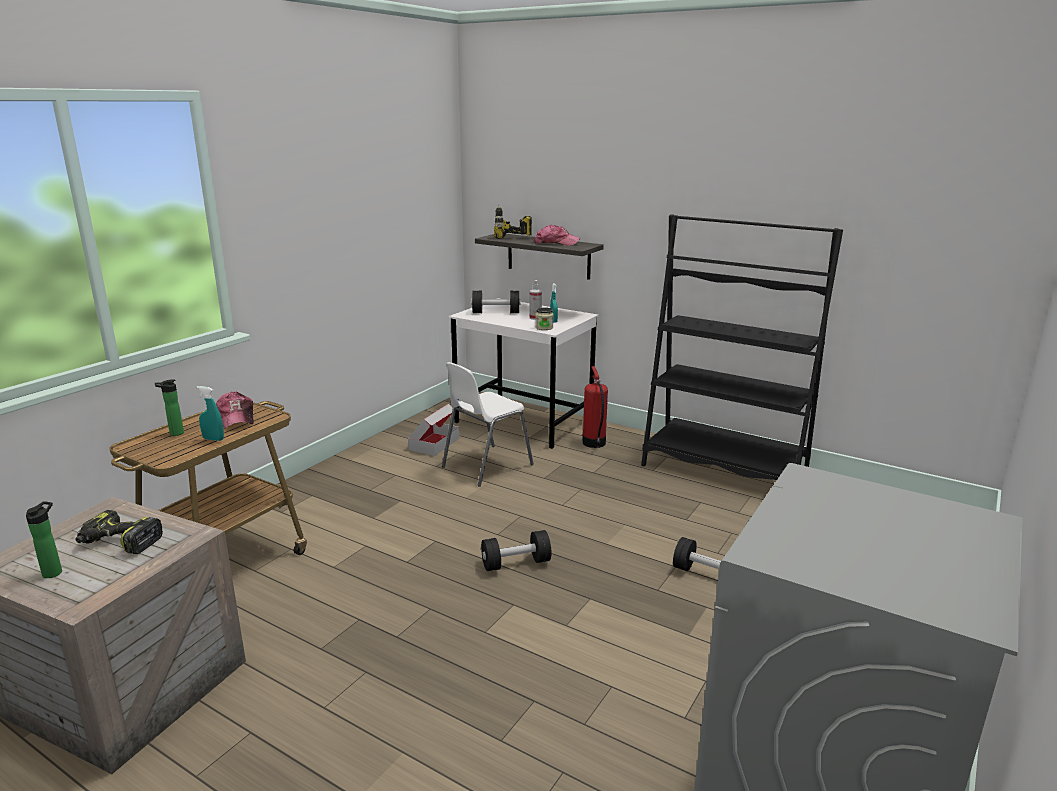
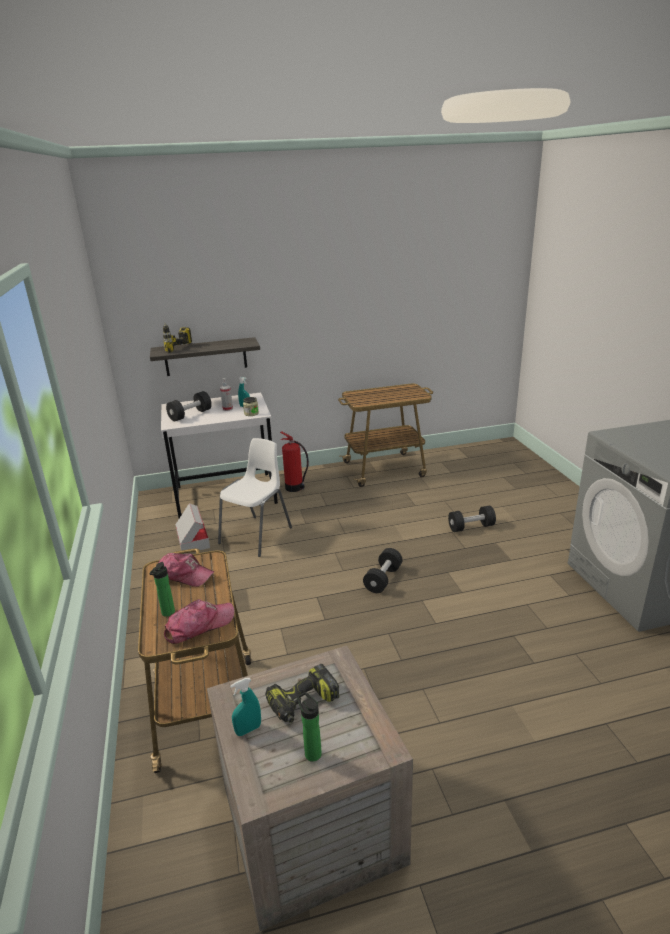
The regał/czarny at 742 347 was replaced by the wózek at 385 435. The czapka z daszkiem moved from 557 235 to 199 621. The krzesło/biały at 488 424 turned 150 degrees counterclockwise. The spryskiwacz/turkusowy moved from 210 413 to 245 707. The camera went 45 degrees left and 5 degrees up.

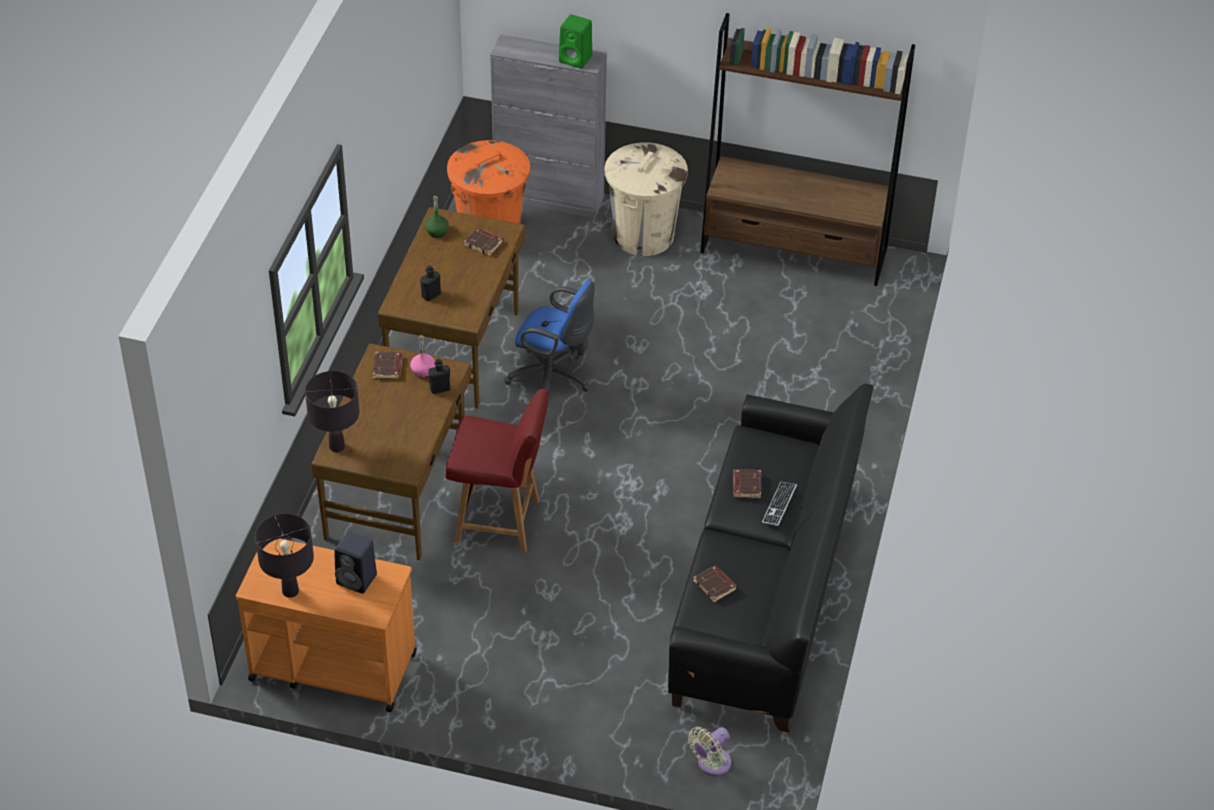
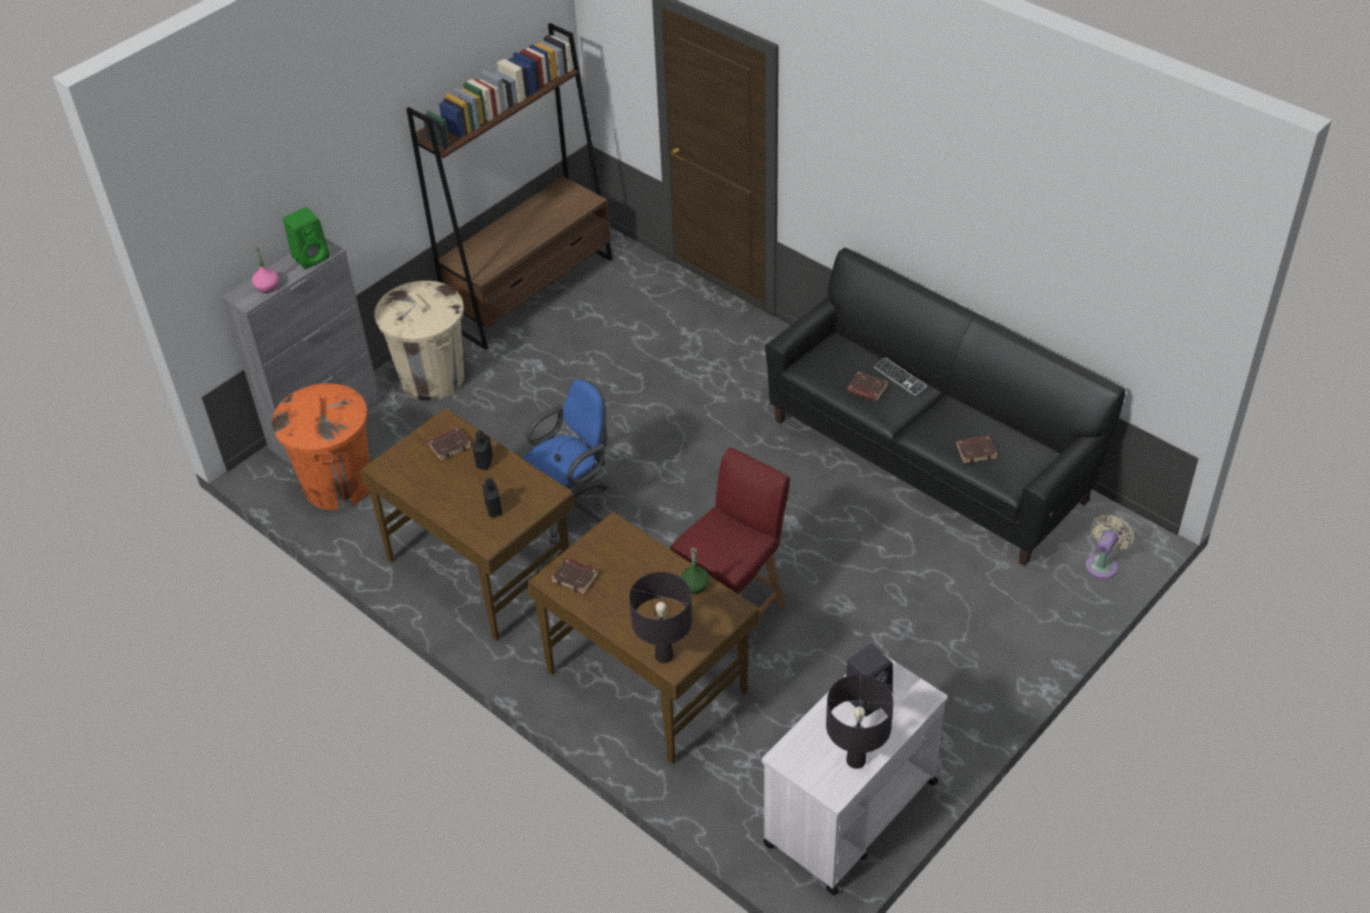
The butelka/zielony moved from 437 216 to 695 570. The butelka/różowy moved from 423 356 to 265 269. The butelka/czarny moved from 439 376 to 483 449. The wózek/pomarańczowy at 326 625 became the wózek/biały at 855 775. The wentylator/beżowy at 709 751 turned 135 degrees counterclockwise. The camera went 60 degrees left and 0 degrees up.

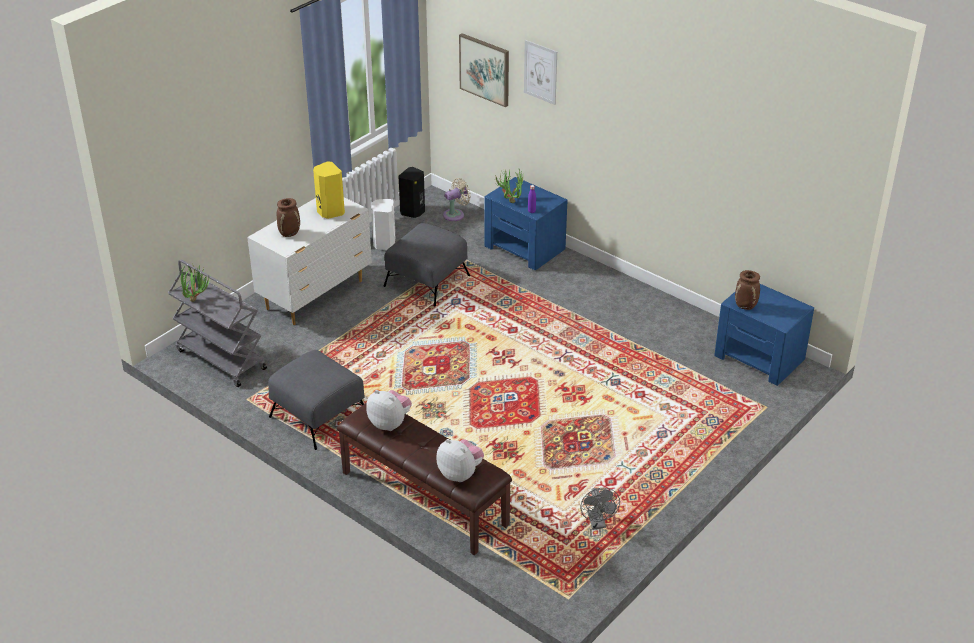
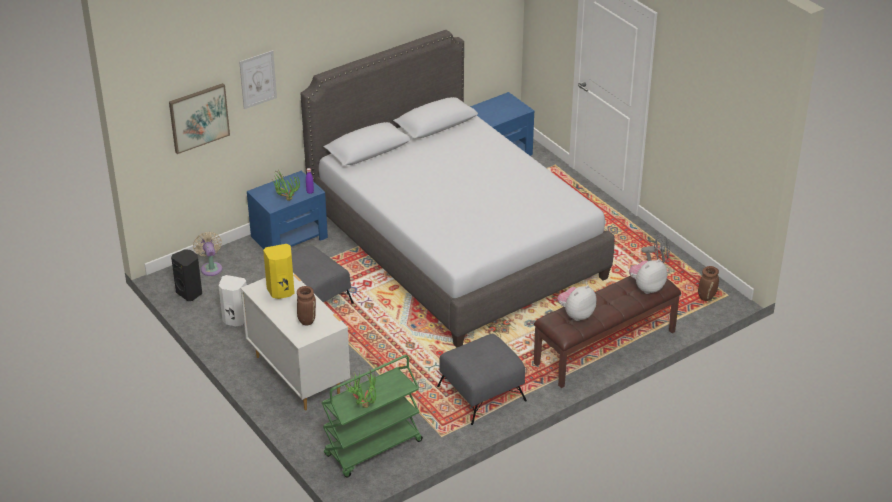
The wózek/szary at 217 323 became the wózek/zielony at 372 416. The wazon/brązowy moved from 747 290 to 708 283. The łóżko/szary at 457 188 appeared. The camera went 75 degrees left and 0 degrees up.

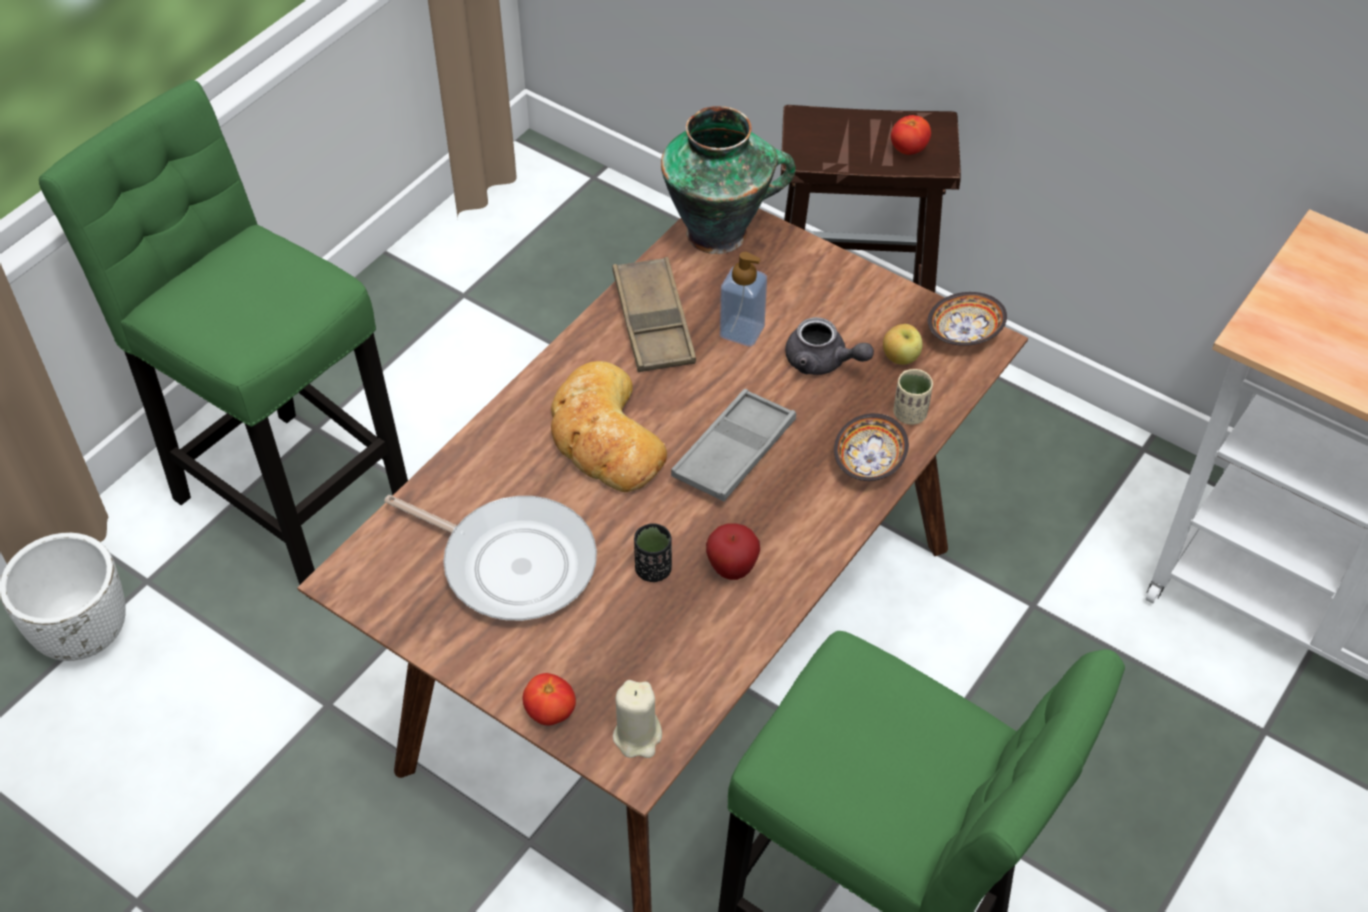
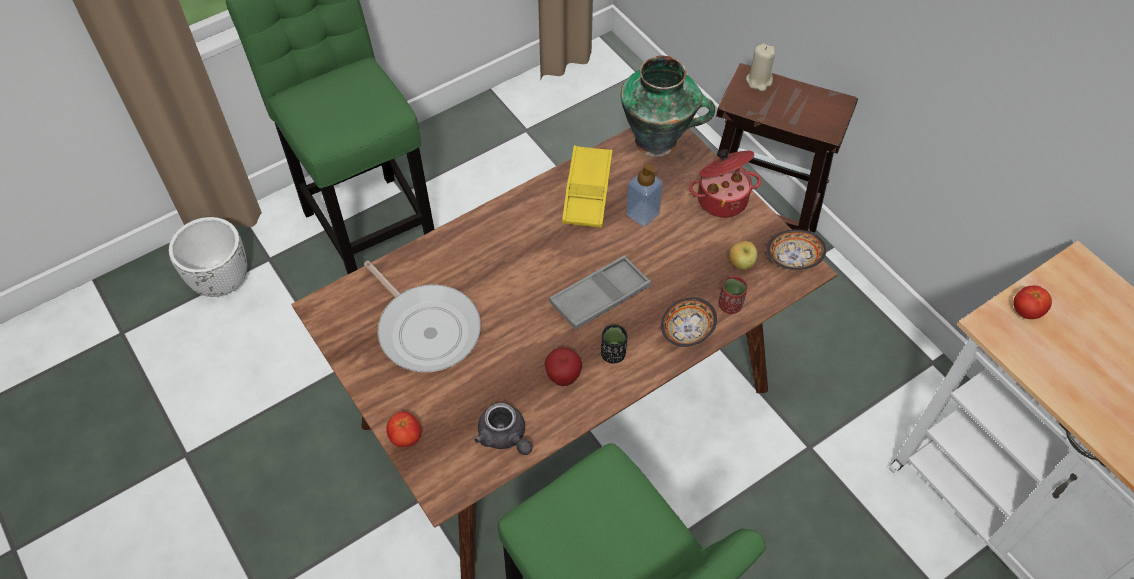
The pomidor moved from 911 135 to 1032 302. The taca/brązowy at 654 314 became the taca/żółty at 587 186. The imbryk/szary moved from 829 346 to 503 429. The chleb at 609 426 disappeared. The filiżanka/beżowy at 913 397 became the filiżanka/czerwony at 733 295. The filiżanka/czarny moved from 653 552 to 614 344. The świeca/beżowy moved from 637 719 to 760 67. The garnek at 725 183 appeared. The camera went 20 degrees right and 5 degrees up.

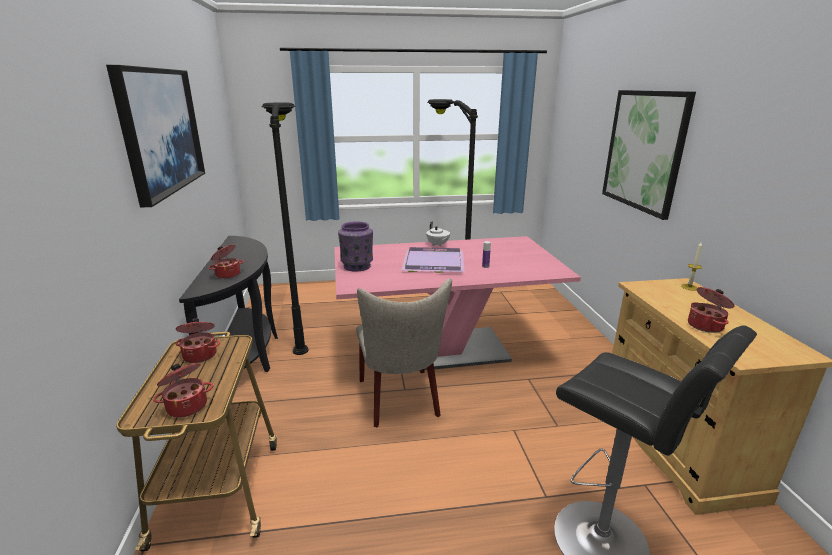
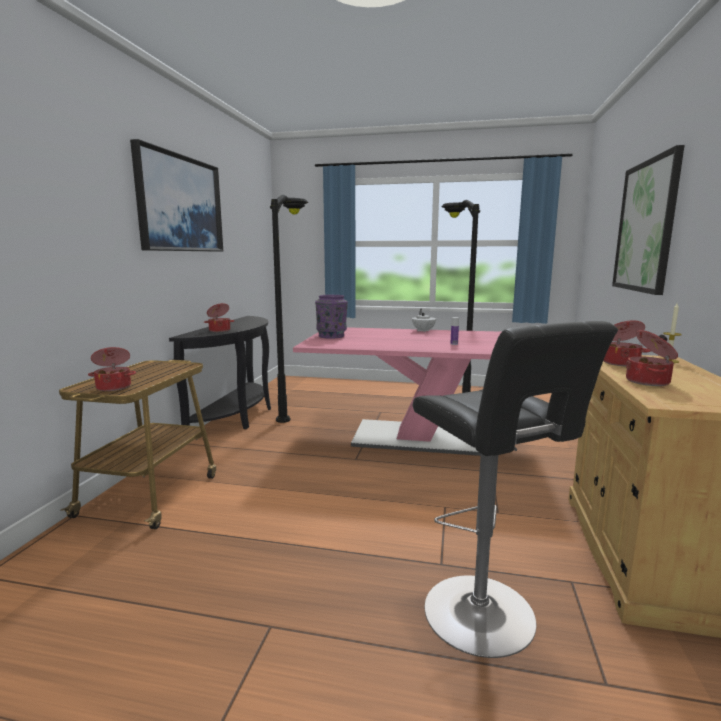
The taca/fioletowy at 433 260 disappeared. The krzesło/beżowy at 404 353 disappeared. The garnek moved from 197 340 to 626 343. The camera went 20 degrees right and 10 degrees down.

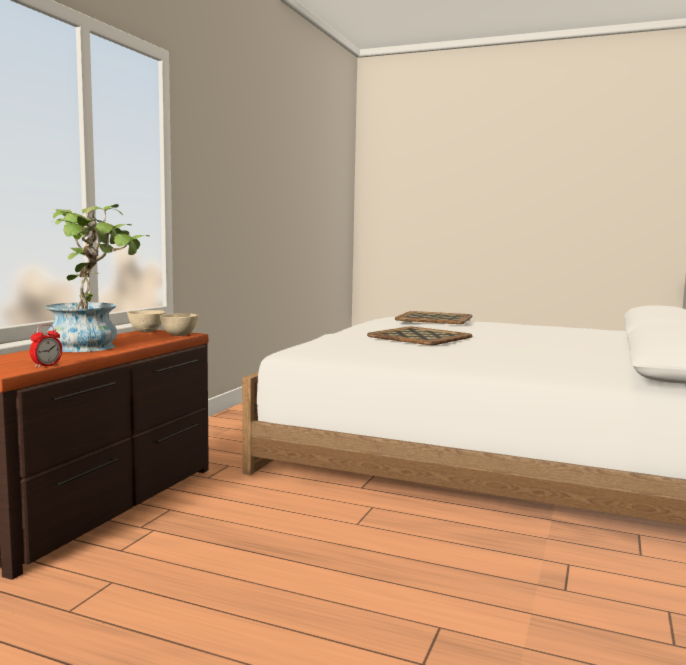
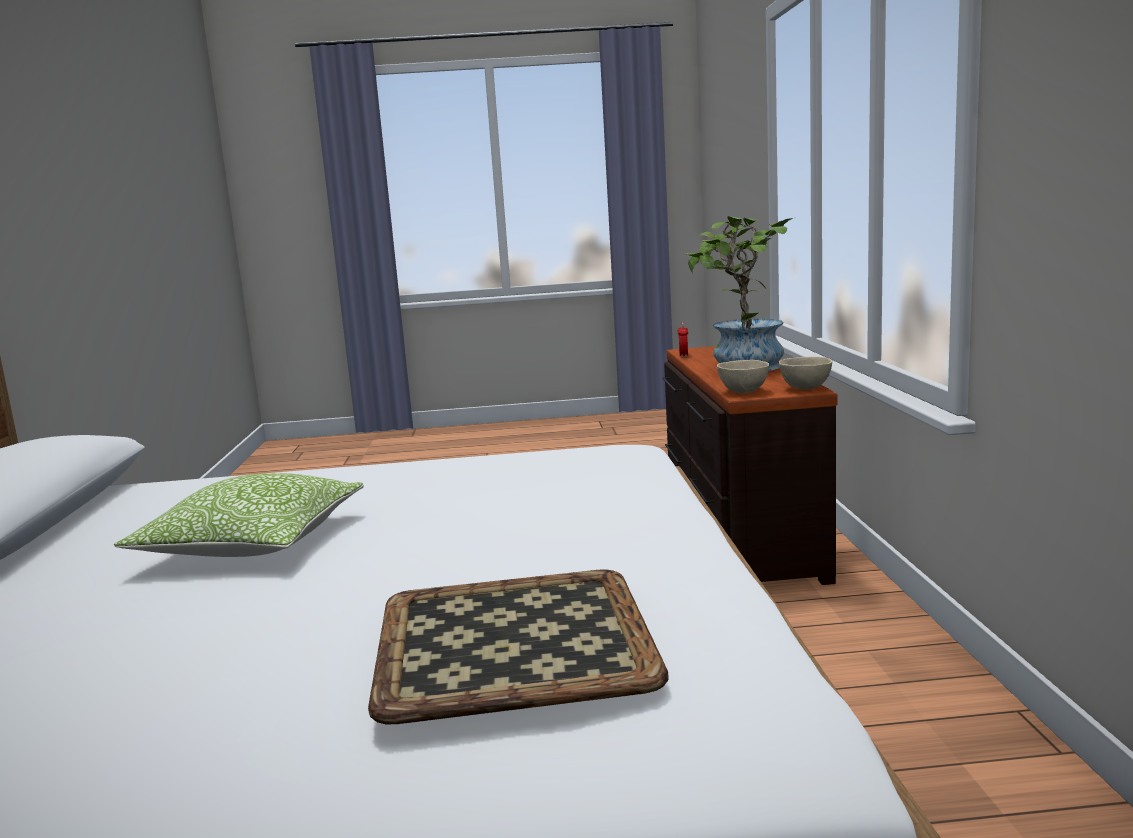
The taca at 419 336 disappeared. The poduszka at 239 515 appeared. The camera went 155 degrees right and 5 degrees up.

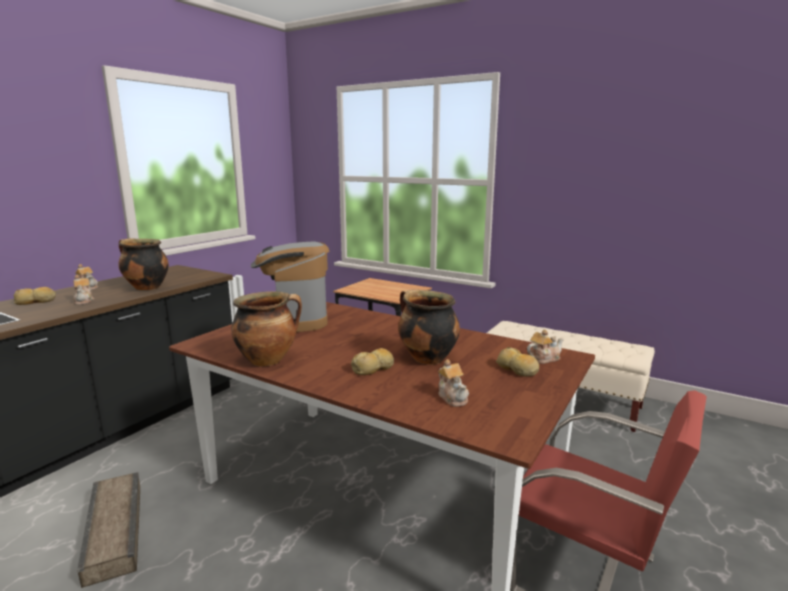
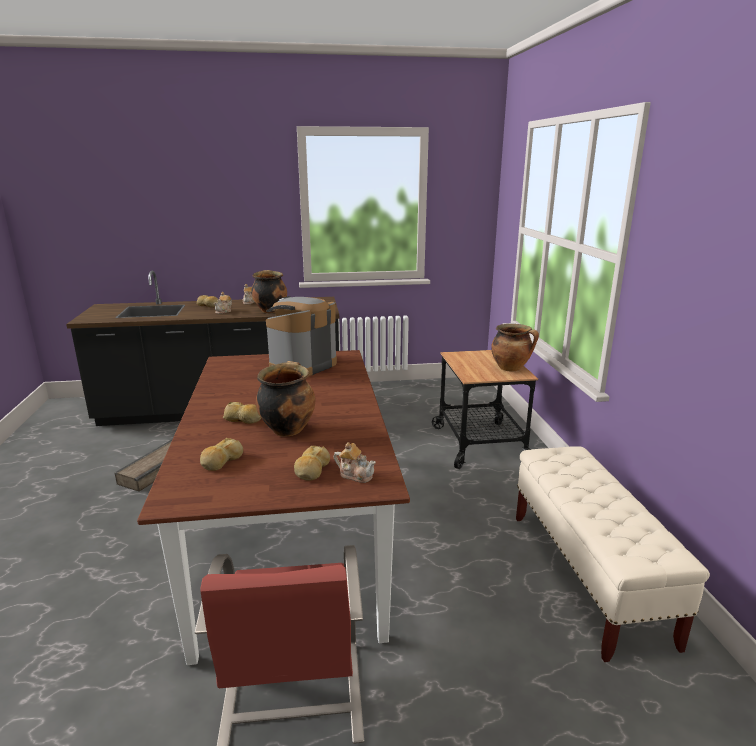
The garnek moved from 266 328 to 515 347. The imbryk at 453 383 was replaced by the chleb at 221 454. The camera went 50 degrees right and 5 degrees up.

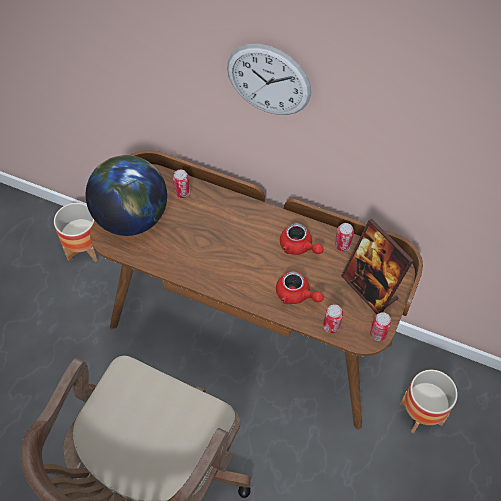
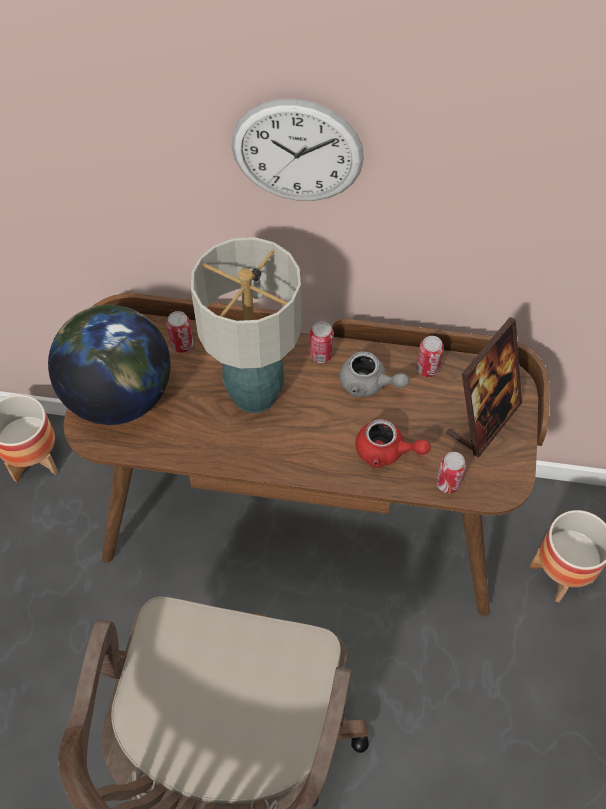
The ramka na zdjęcie at 377 266 turned 90 degrees counterclockwise. The imbryk/czerwony at 302 239 became the imbryk/szary at 374 374. The puszka moved from 381 326 to 322 342. The lampa stołowa at 246 325 appeared. The camera went 15 degrees left and 0 degrees up.

